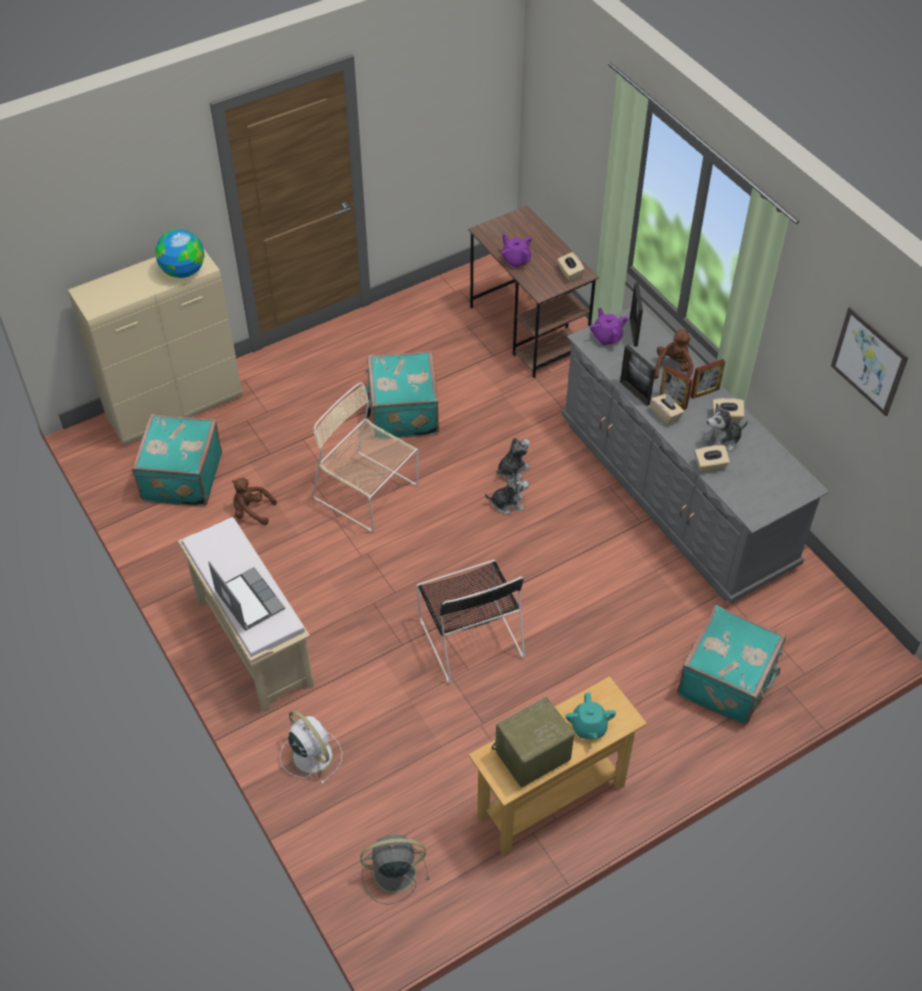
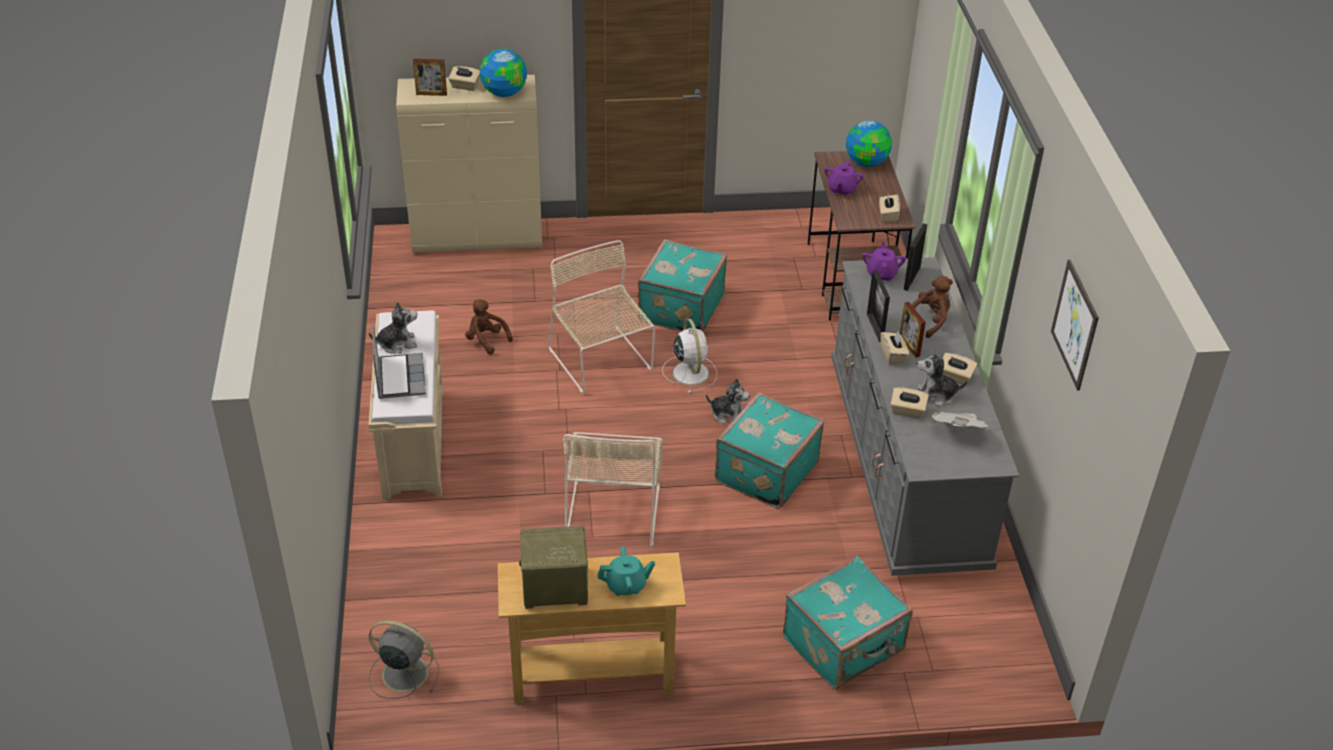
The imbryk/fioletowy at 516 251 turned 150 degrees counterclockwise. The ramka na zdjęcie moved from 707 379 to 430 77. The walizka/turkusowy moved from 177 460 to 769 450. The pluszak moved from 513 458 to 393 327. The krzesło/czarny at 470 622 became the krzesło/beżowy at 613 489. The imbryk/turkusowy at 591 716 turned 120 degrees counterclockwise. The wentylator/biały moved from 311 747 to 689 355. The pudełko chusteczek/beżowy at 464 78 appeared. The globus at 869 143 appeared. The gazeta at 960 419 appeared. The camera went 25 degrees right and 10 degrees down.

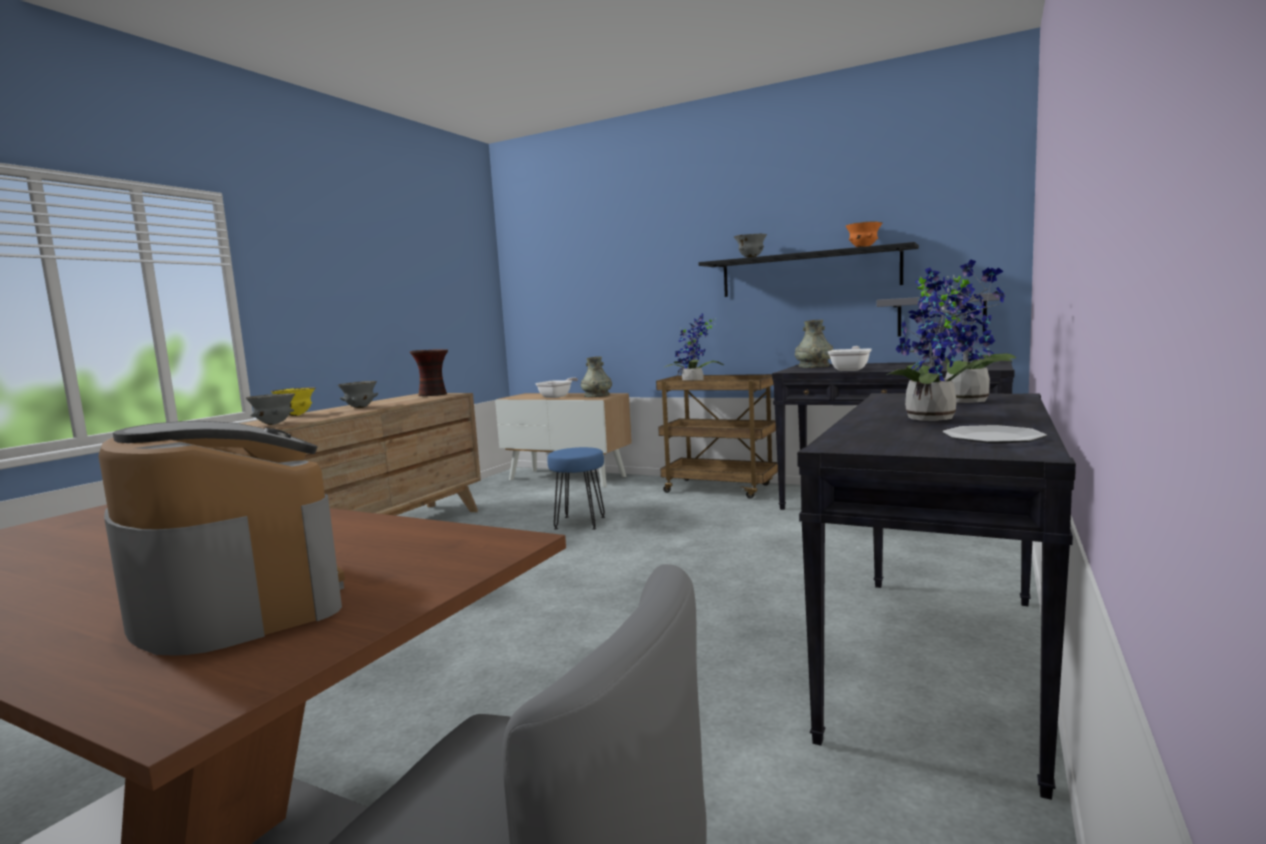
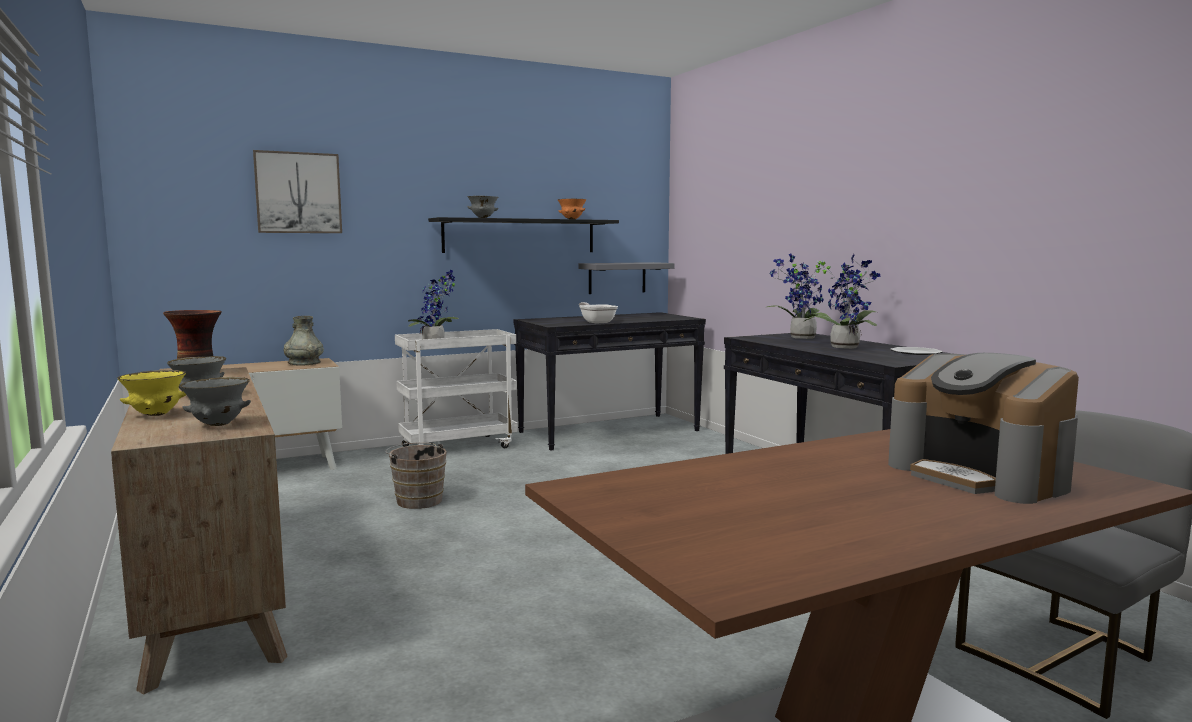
The wazon/szary at 814 344 disappeared. The wózek/brązowy at 717 436 became the wózek/biały at 456 388. The patelnia at 556 388 disappeared. The ekspres do kawy at 222 538 turned 120 degrees counterclockwise. The stołek/niebieski at 576 488 was replaced by the wiadro/brązowy at 416 475. The obraz at 297 191 appeared. The camera went 55 degrees left and 0 degrees up.

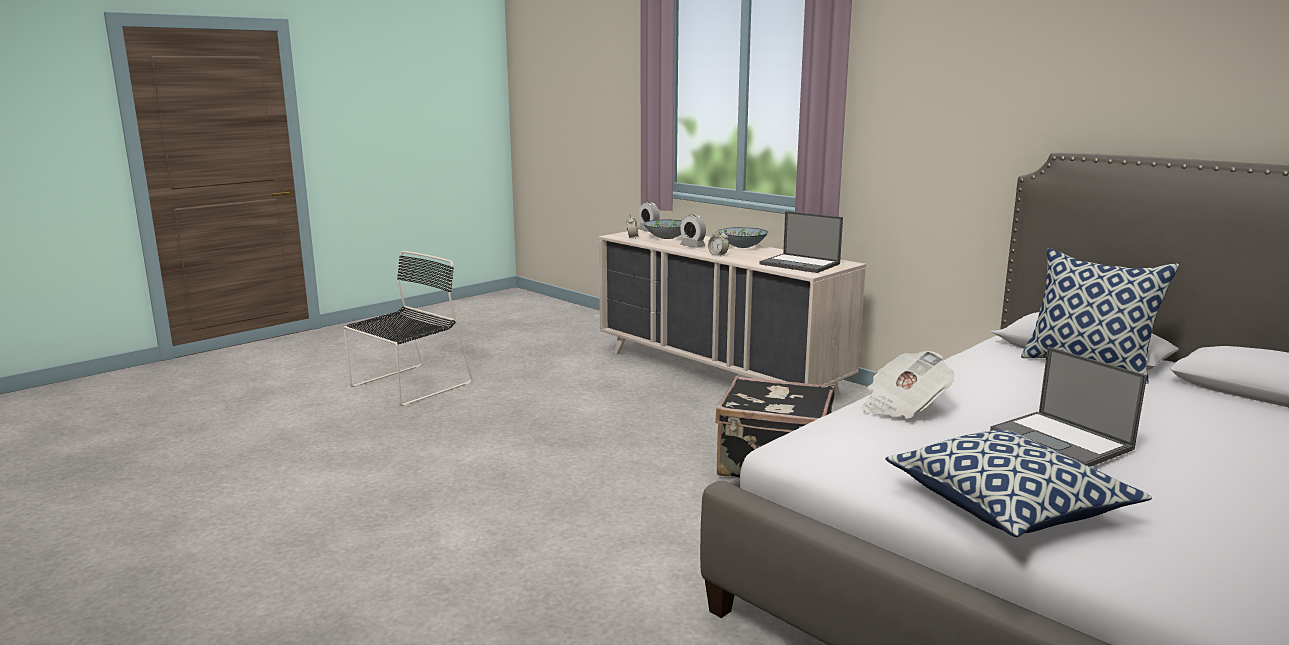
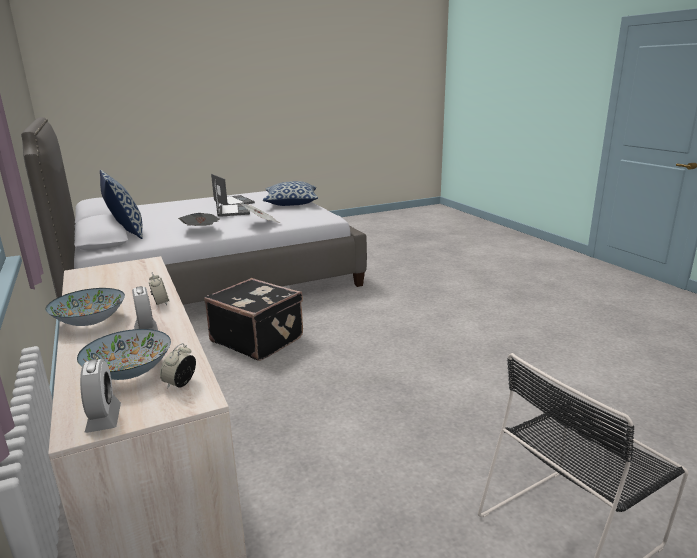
The laptop moved from 801 242 to 233 189. The gazeta at 199 219 appeared. The camera went 160 degrees left and 5 degrees up.

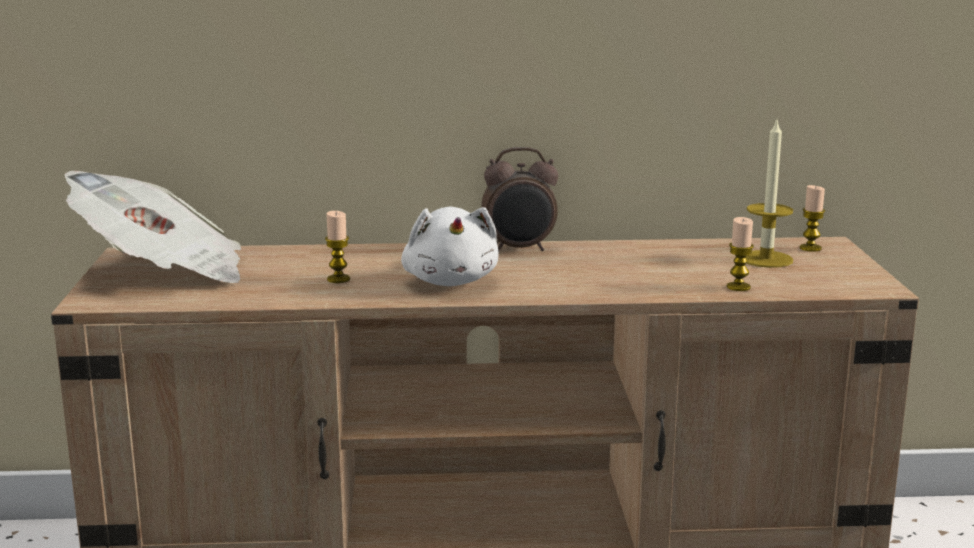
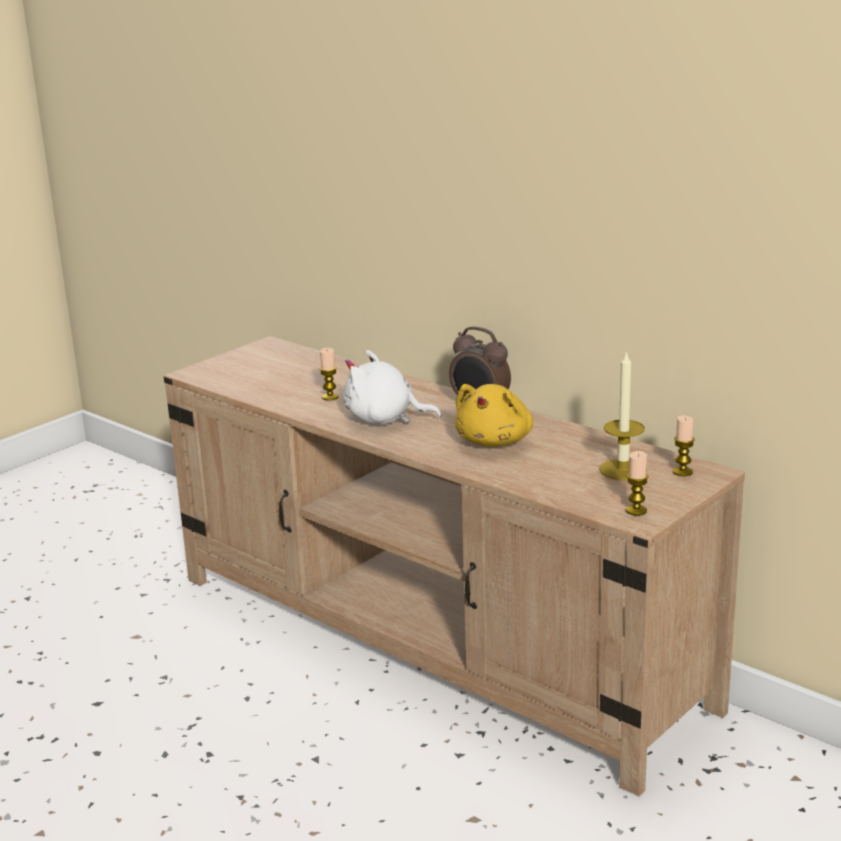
The gazeta at 152 227 disappeared. The pluszak/biały at 449 246 turned 75 degrees clockwise. The świeca moved from 740 254 to 637 483. The pluszak/żółty at 494 415 appeared. The camera went 45 degrees right and 5 degrees up.

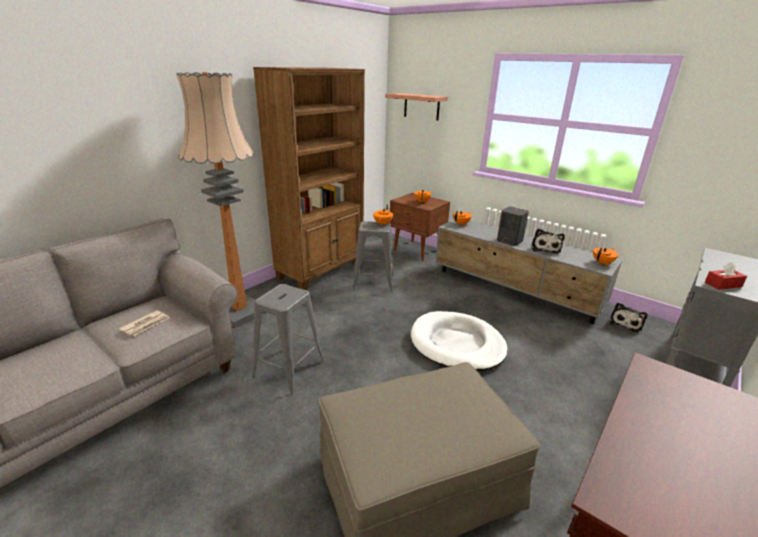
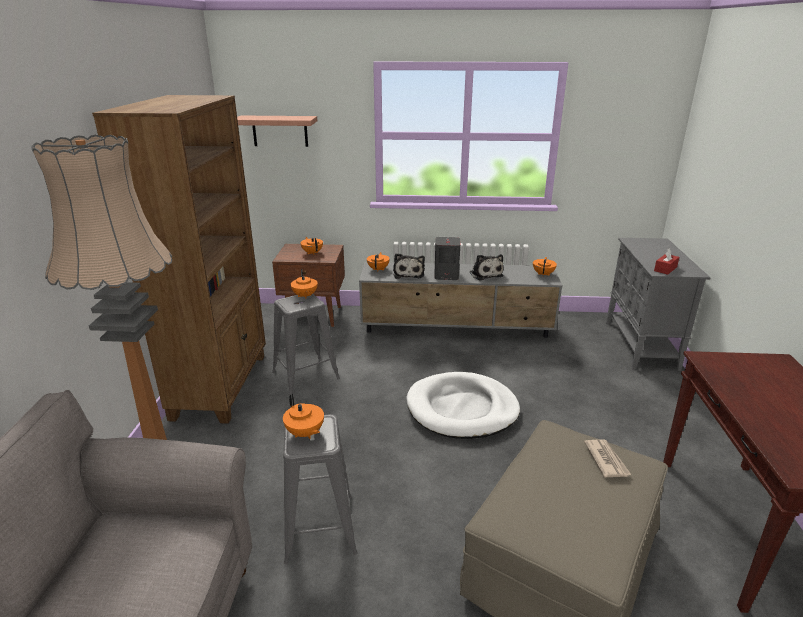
The pluszak moved from 629 317 to 409 266. The gazeta moved from 144 323 to 607 459. The imbryk/pomarańczowy at 303 416 appeared. The camera went 35 degrees left and 0 degrees up.

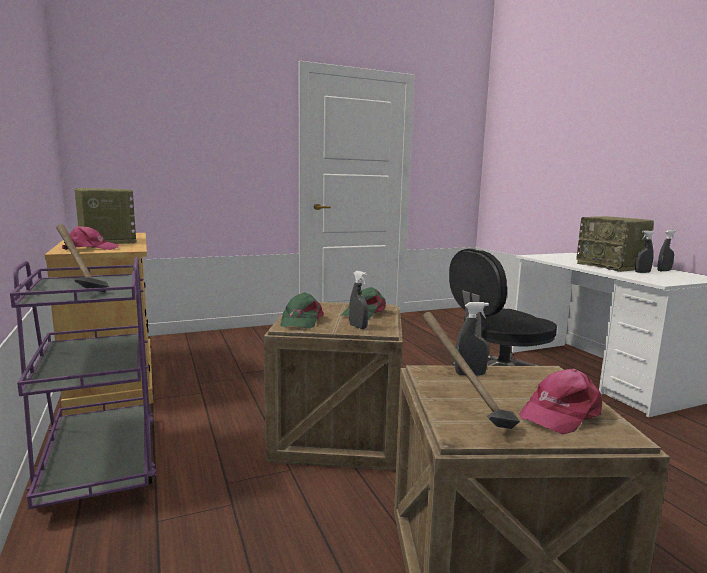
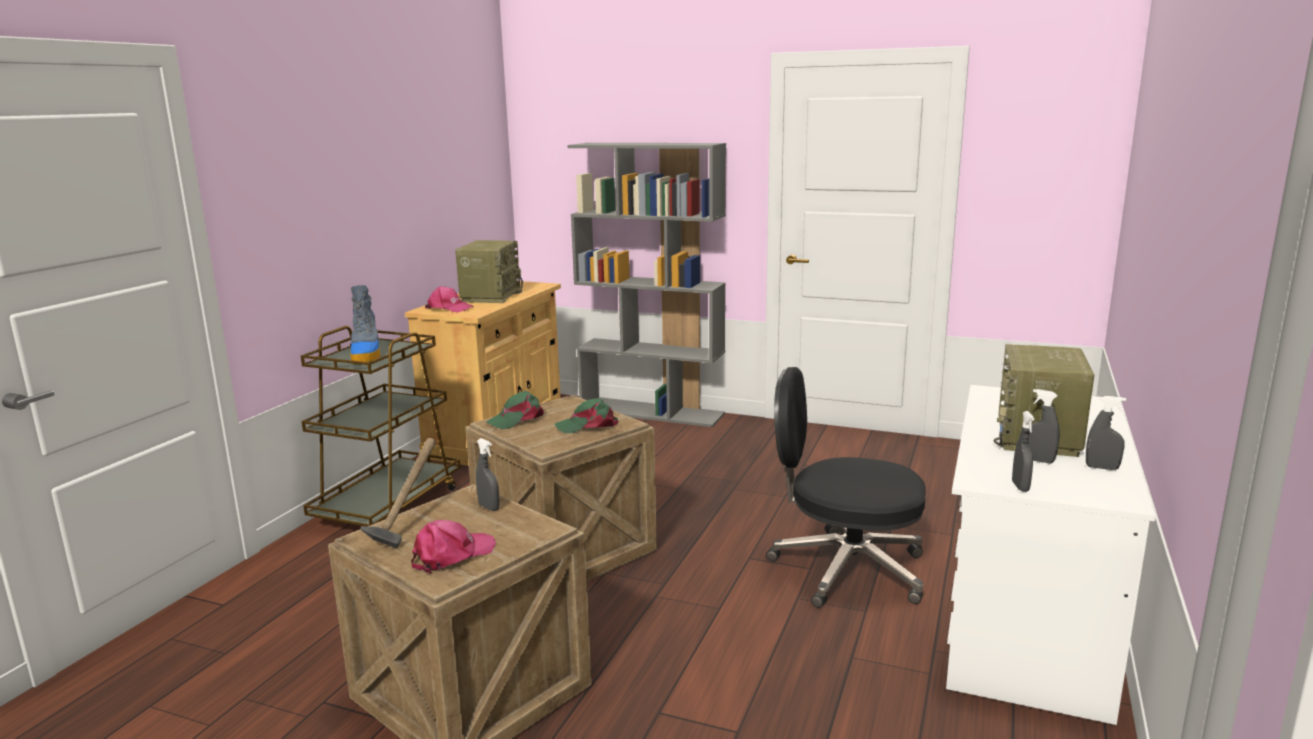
The młotek at 82 258 was replaced by the but z cholewką at 365 323. The wózek/fioletowy at 83 383 became the wózek/brązowy at 381 426. The spryskiwacz/szary moved from 358 300 to 1023 451. The czapka z daszkiem/różowy at 560 402 turned 135 degrees clockwise. The regał/szary at 646 285 appeared. The camera went 45 degrees right and 5 degrees up.

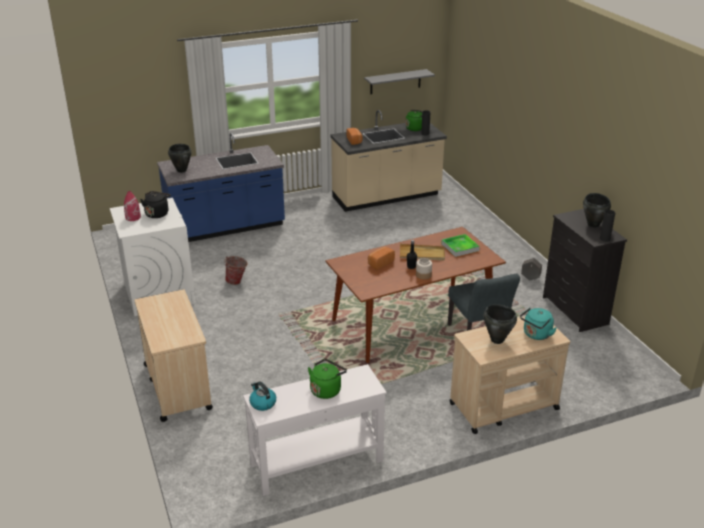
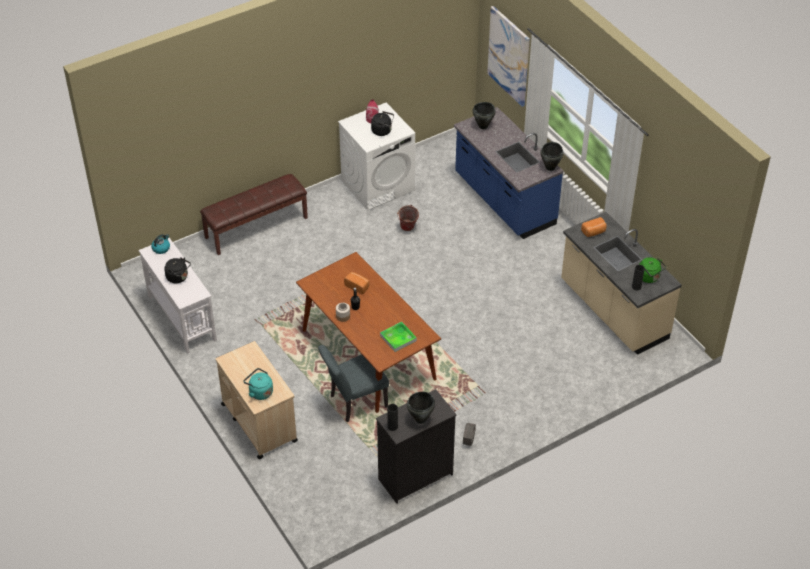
The półka/szary at 399 81 disappeared. The taca/beżowy at 422 252 disappeared. The wózek/beżowy at 173 355 was replaced by the ławka/brązowy at 254 214. The garnek/czarny moved from 500 324 to 552 156. The czajnik/zielony at 327 379 became the czajnik/czarny at 177 270. The obraz at 508 56 appeared. The camera went 80 degrees right and 15 degrees up.

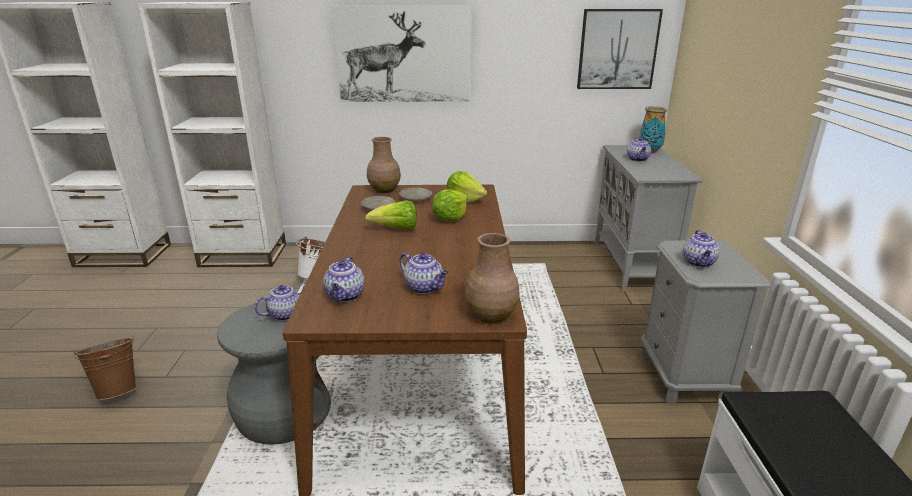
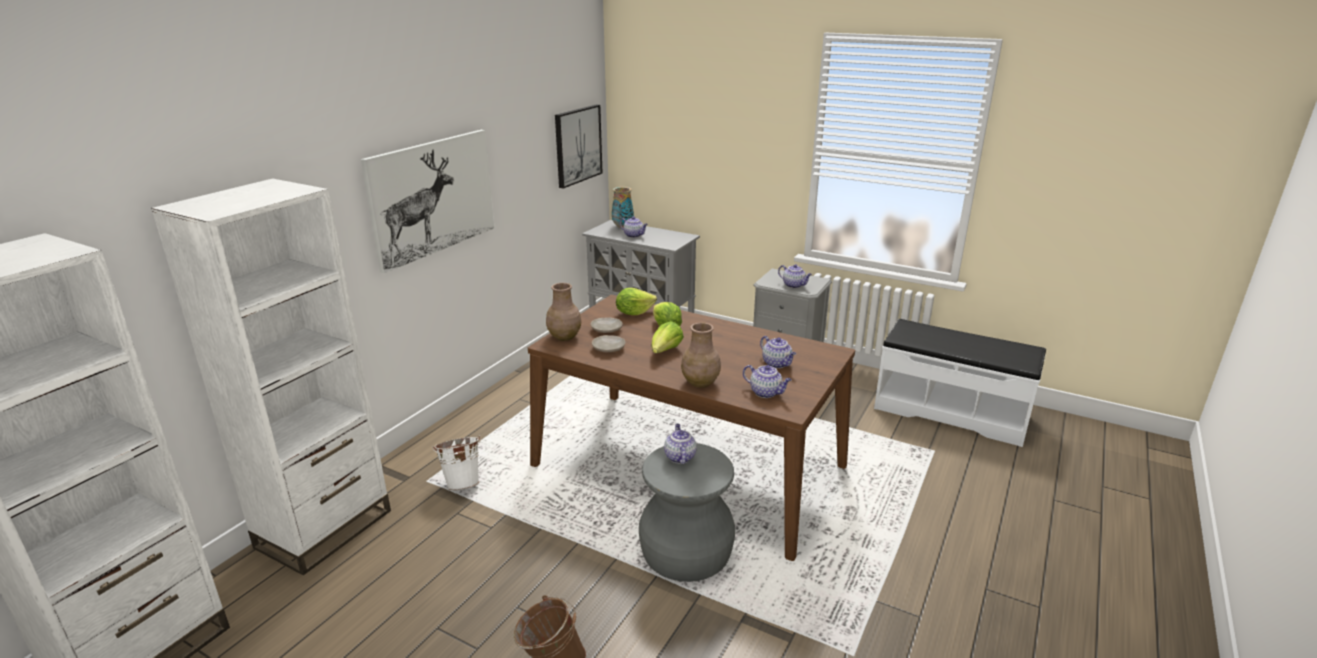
The wazon/brązowy moved from 492 278 to 701 355. The imbryk at 424 273 turned 75 degrees clockwise. The camera went 60 degrees left and 0 degrees up.

